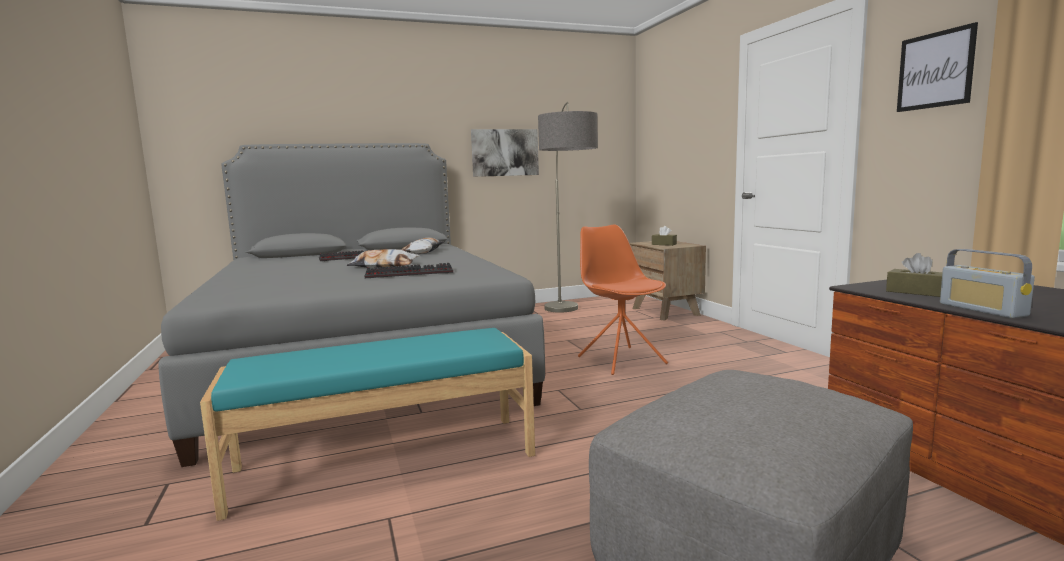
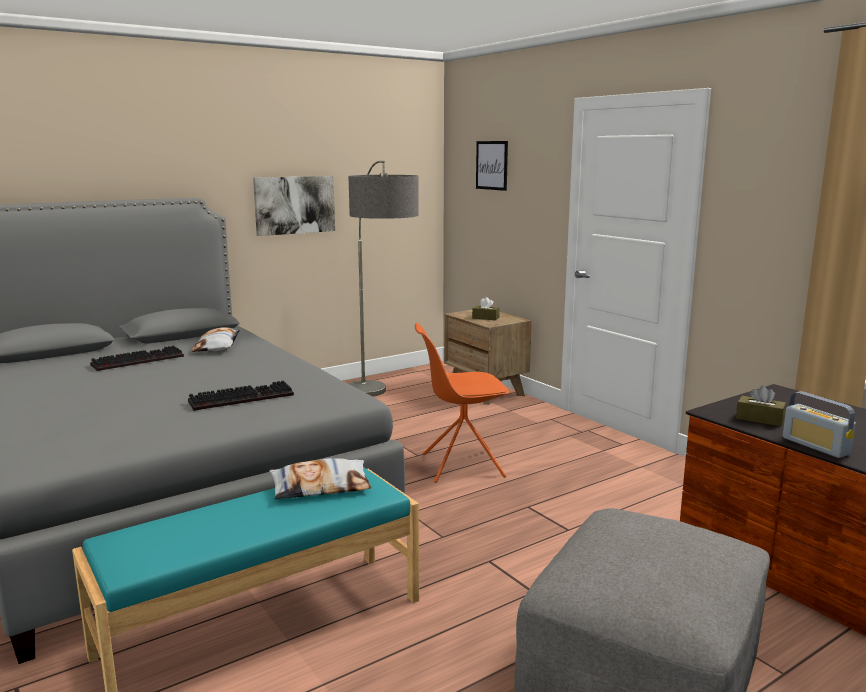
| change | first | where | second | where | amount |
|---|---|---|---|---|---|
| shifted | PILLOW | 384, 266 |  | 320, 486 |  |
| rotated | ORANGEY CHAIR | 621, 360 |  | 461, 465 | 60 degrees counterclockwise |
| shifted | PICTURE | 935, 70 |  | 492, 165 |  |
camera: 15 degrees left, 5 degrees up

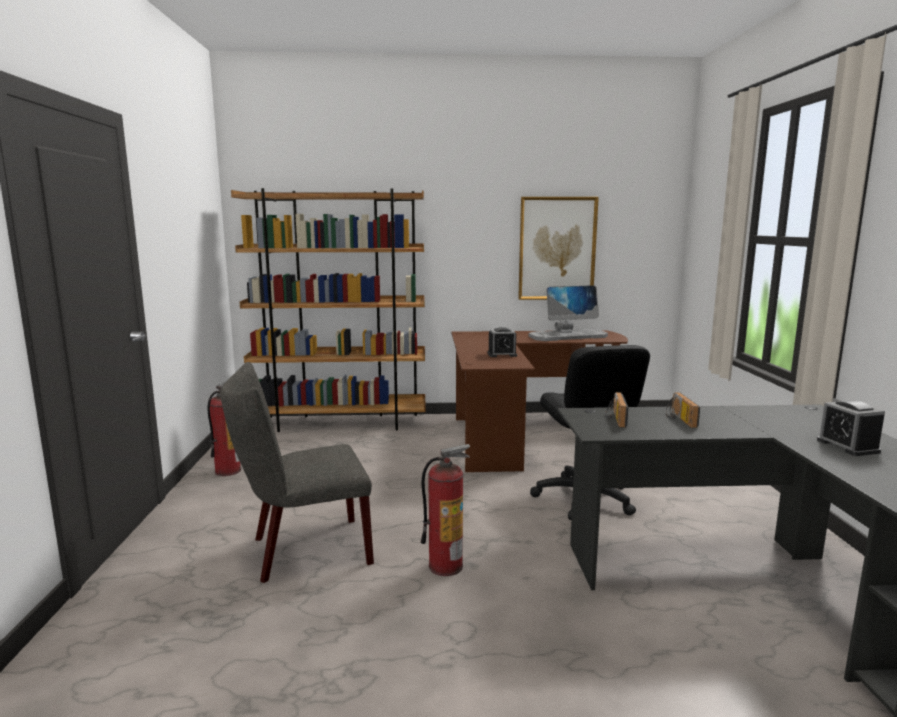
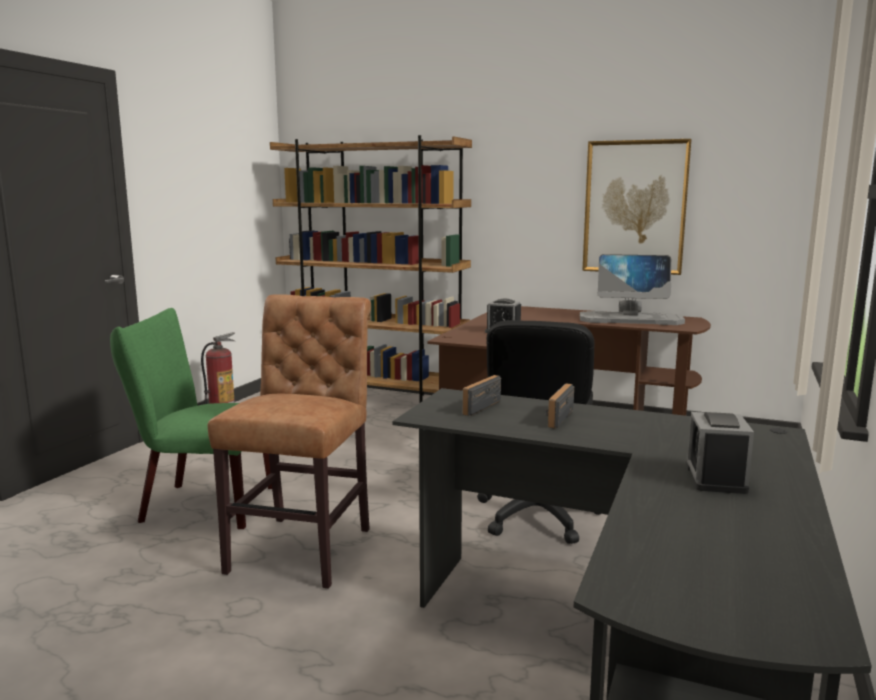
| change | first | where | second | where | amount |
|---|---|---|---|---|---|
| repainted | GREY CHAIR | 303, 551 | GREEN CHAIR | 200, 504 |  |
| swapped | FIRE EXTINGUISHER | 446, 566 | BROWN-COLOURED CHAIR | 305, 547 |  |
camera: 25 degrees right, 0 degrees up

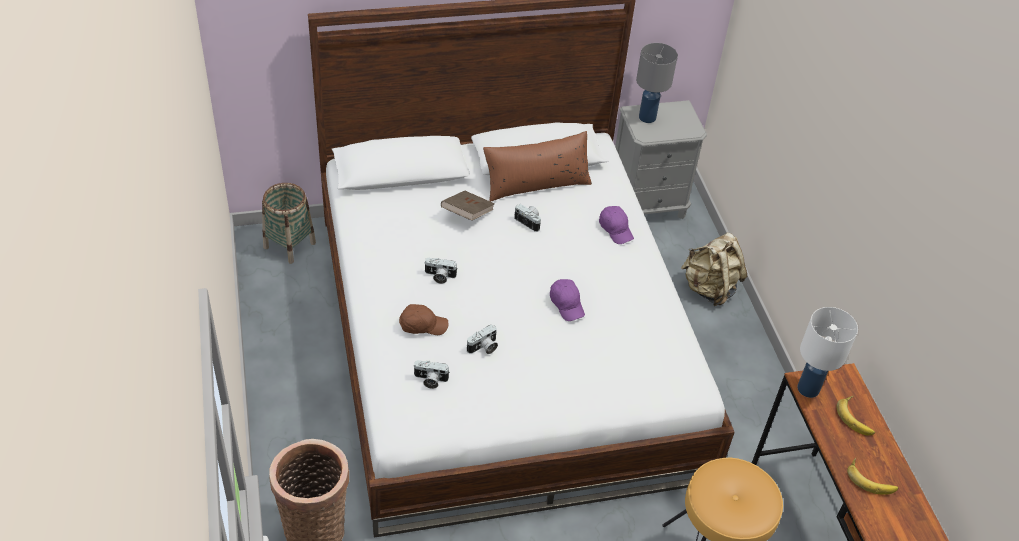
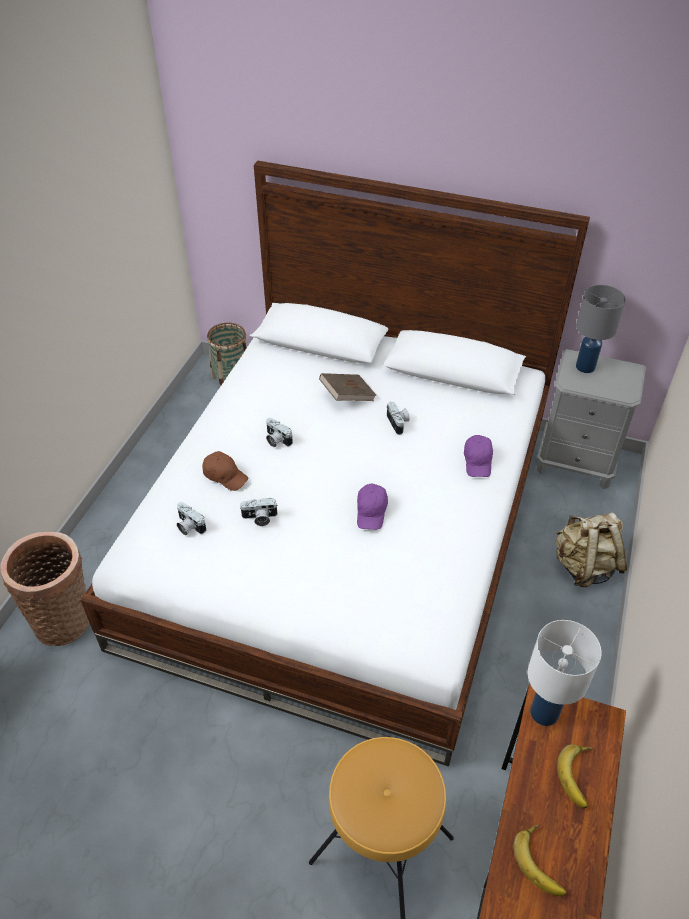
| change | first | where | second | where | amount |
|---|---|---|---|---|---|
| gone | BROWN-COLOURED PILLOW | 536, 184 |  |  |  |
camera: 35 degrees right, 0 degrees up

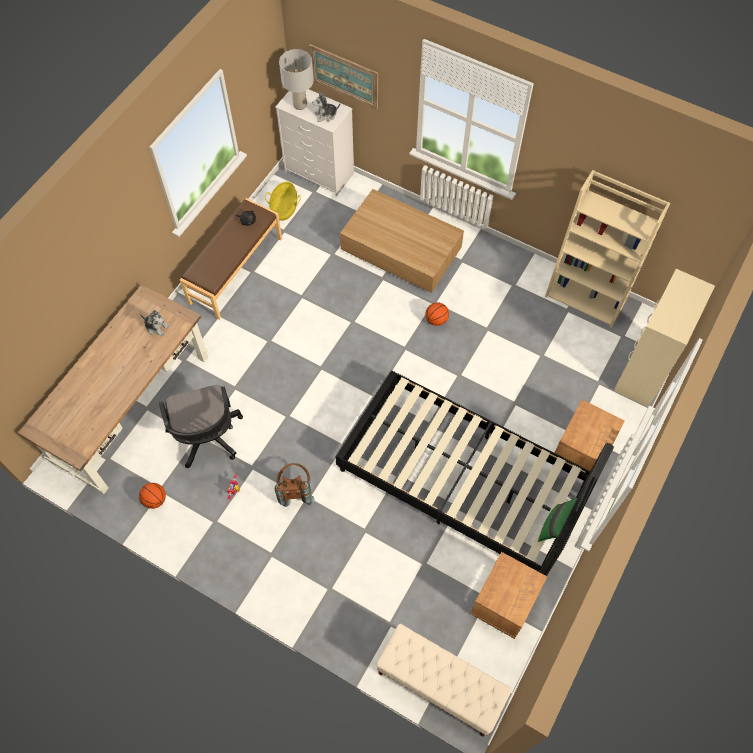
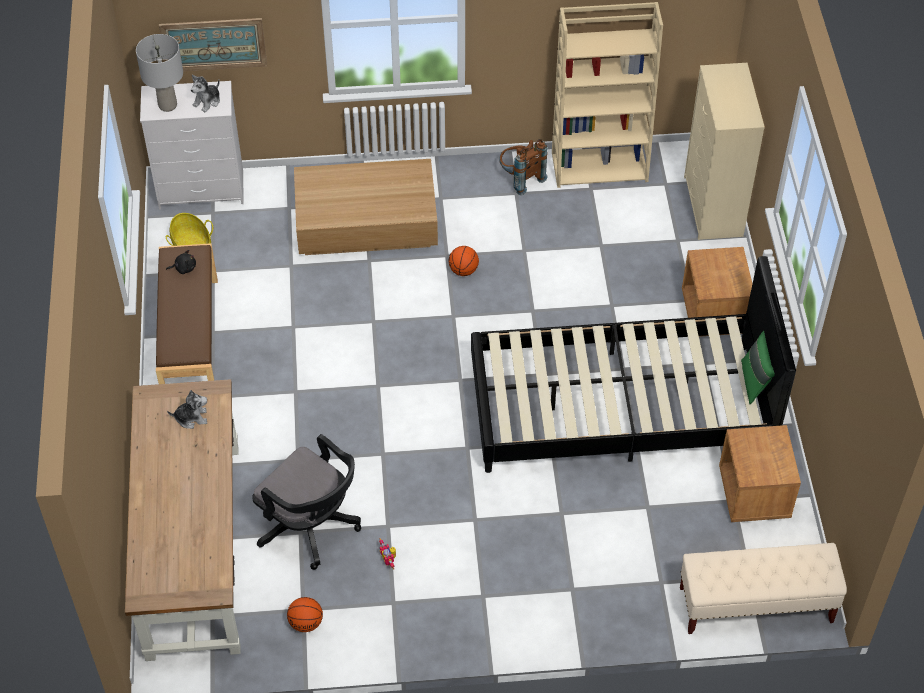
| change | first | where | second | where | amount |
|---|---|---|---|---|---|
| shifted | BROWN-COLOURED RUCKSACK | 295, 490 |  | 520, 178 |  |
camera: 35 degrees left, 10 degrees down

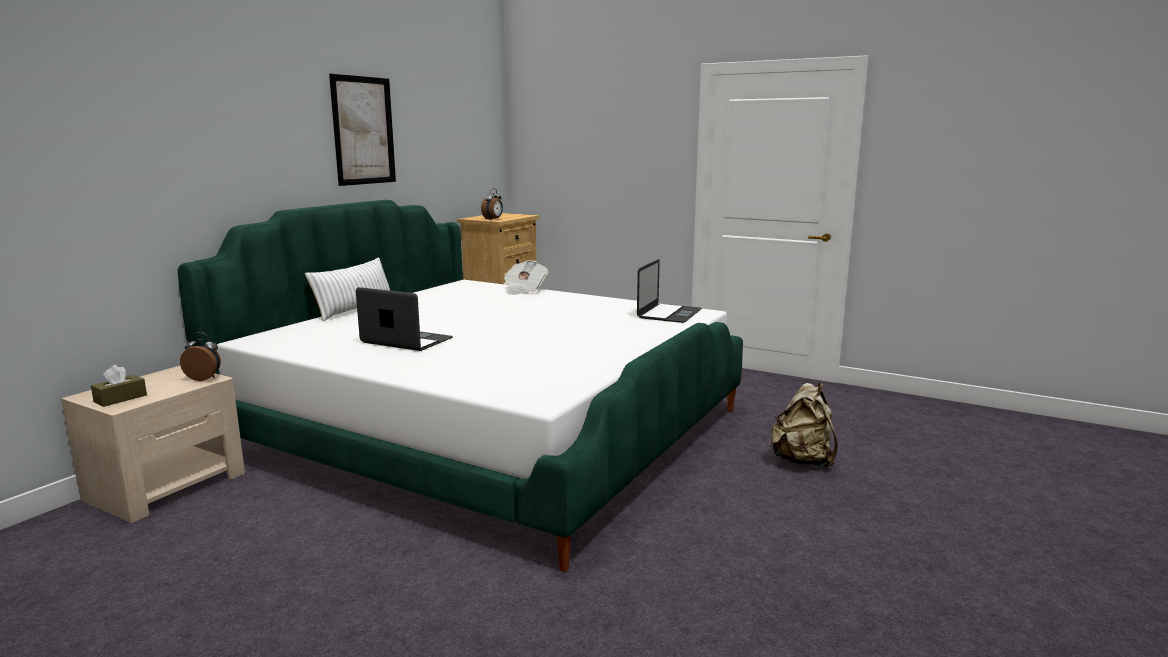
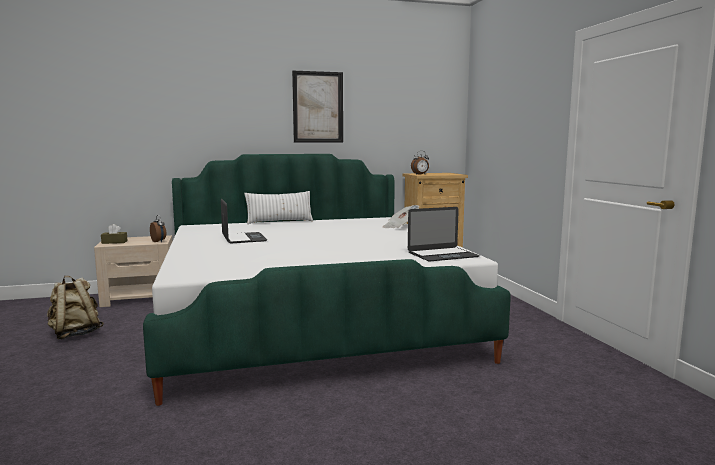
| change | first | where | second | where | amount |
|---|---|---|---|---|---|
| shifted | BEIGE-COLOURED RUCKSACK | 803, 461 |  | 75, 334 |  |
camera: 45 degrees right, 5 degrees down

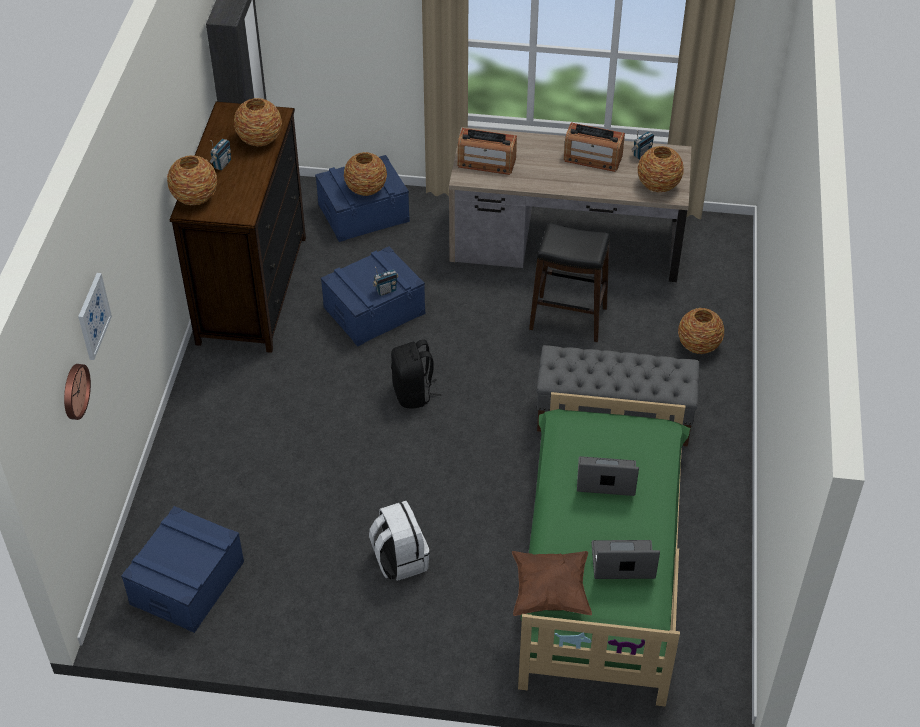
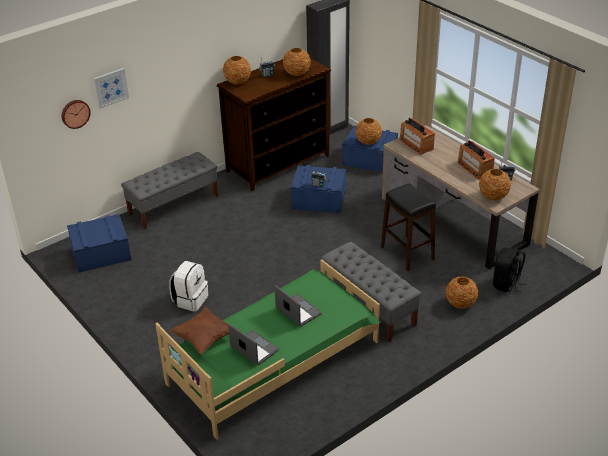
| change | first | where | second | where | amount |
|---|---|---|---|---|---|
| new |  |  | GREY INDOOR BENCH | 173, 205 |  |
| shifted | BLACK-COLOURED RUCKSACK | 413, 393 |  | 506, 284 |  |
camera: 45 degrees right, 10 degrees down

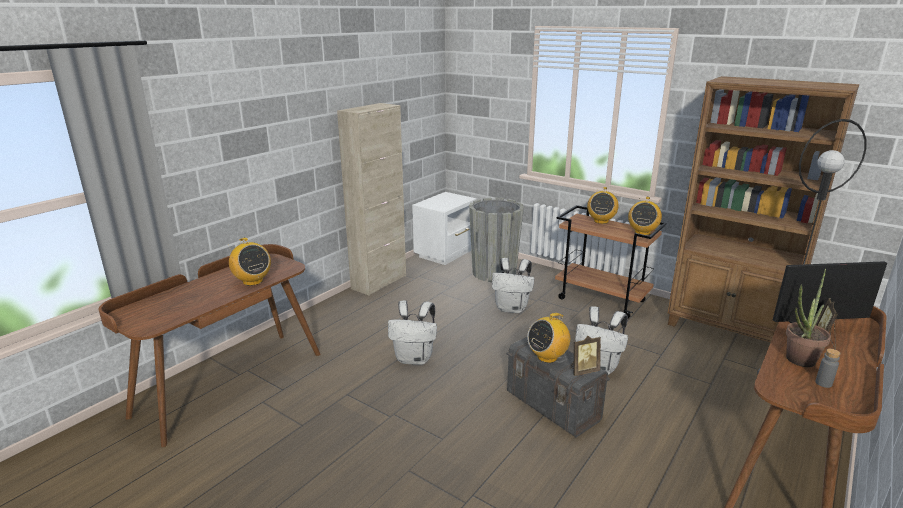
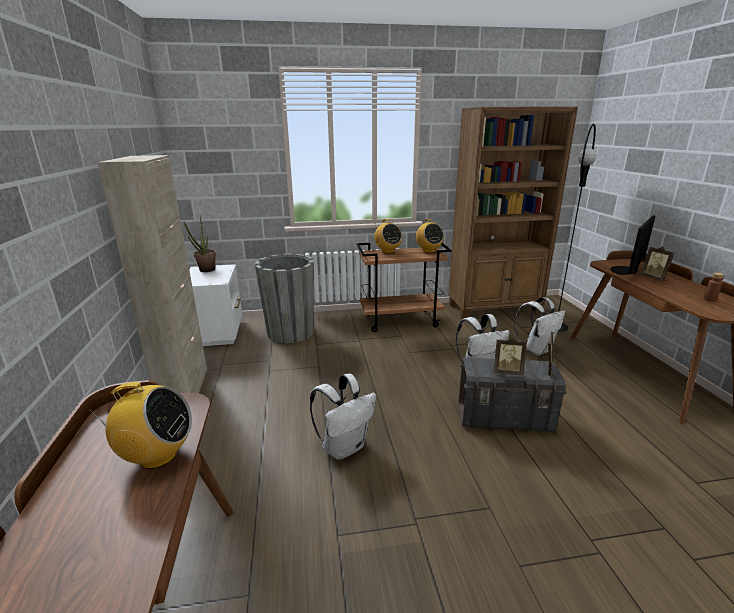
| change | first | where | second | where | amount |
|---|---|---|---|---|---|
| shifted | POTTED PLANT | 797, 362 |  | 205, 271 |  |
| swapped | RADIO SET | 547, 357 | PICTURE FRAME | 507, 372 |  |
| shifted | WHITISH RUCKSACK | 512, 308 |  | 536, 349 |  |
| repainted | GREY DRINK BOTTLE | 823, 383 | BROWN-COLOURED DRINK BOTTLE | 709, 300 |  |
camera: 45 degrees left, 0 degrees up

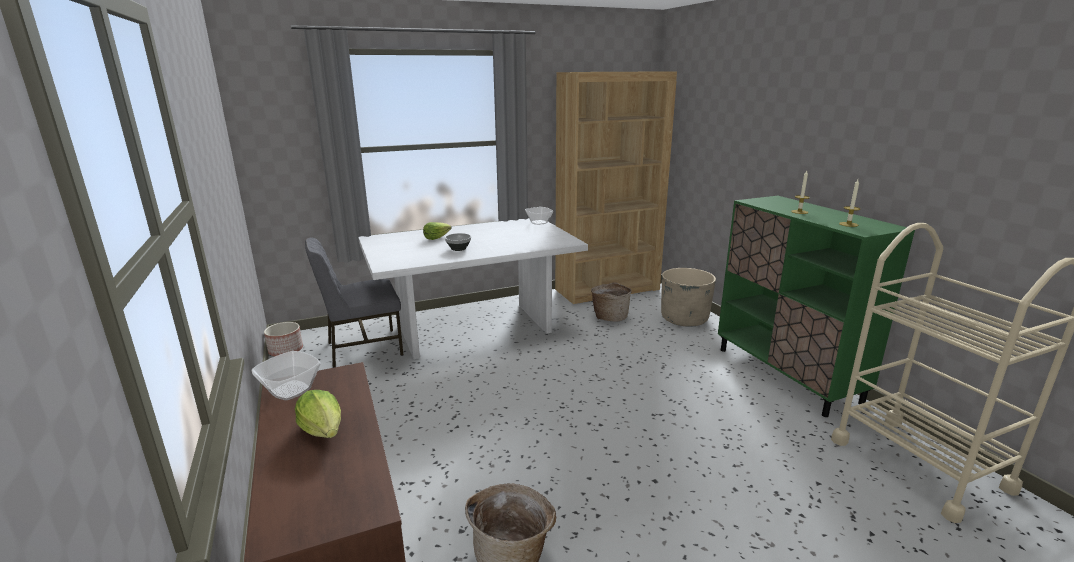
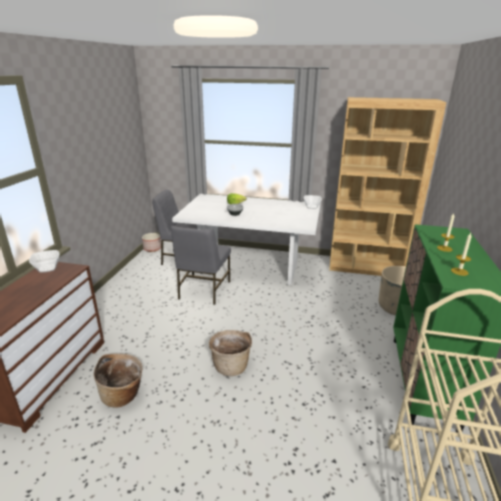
| change | first | where | second | where | amount |
|---|---|---|---|---|---|
| new |  |  | GREY CHAIR | 203, 290 |  |
| shifted | BASKET | 610, 317 |  | 231, 365 |  |
| gone | HEAD OF LETTUCE | 323, 430 |  |  |  |
camera: 35 degrees right, 5 degrees up

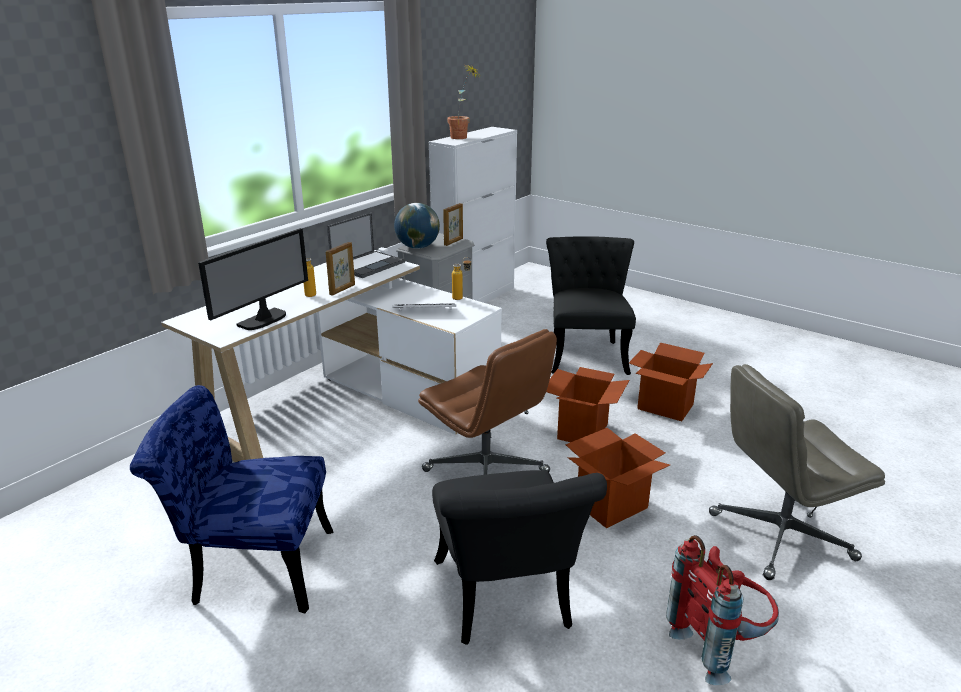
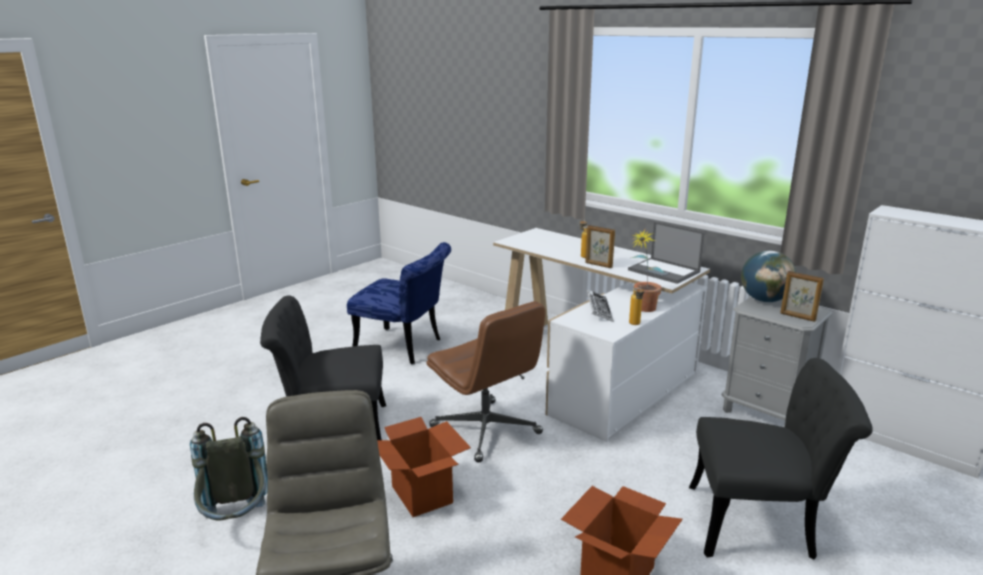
| change | first | where | second | where | amount |
|---|---|---|---|---|---|
| repainted | REDDISH RUCKSACK | 719, 645 | GREY RUCKSACK | 236, 523 |  |
| rotated | BLUE-COLOURED CHAIR | 252, 567 |  | 405, 348 | 105 degrees clockwise |
| rotated | BROWN-COLOURED COMPUTER CHAIR | 487, 472 |  | 486, 430 | 90 degrees counterclockwise |
| shifted | POTTED PLANT | 463, 138 |  | 642, 310 |  |
| gone | COMPUTER SCREEN | 264, 320 |  |  |  |
| gone | PACKING BOX | 582, 431 |  |  |  |
camera: 95 degrees right, 5 degrees down

